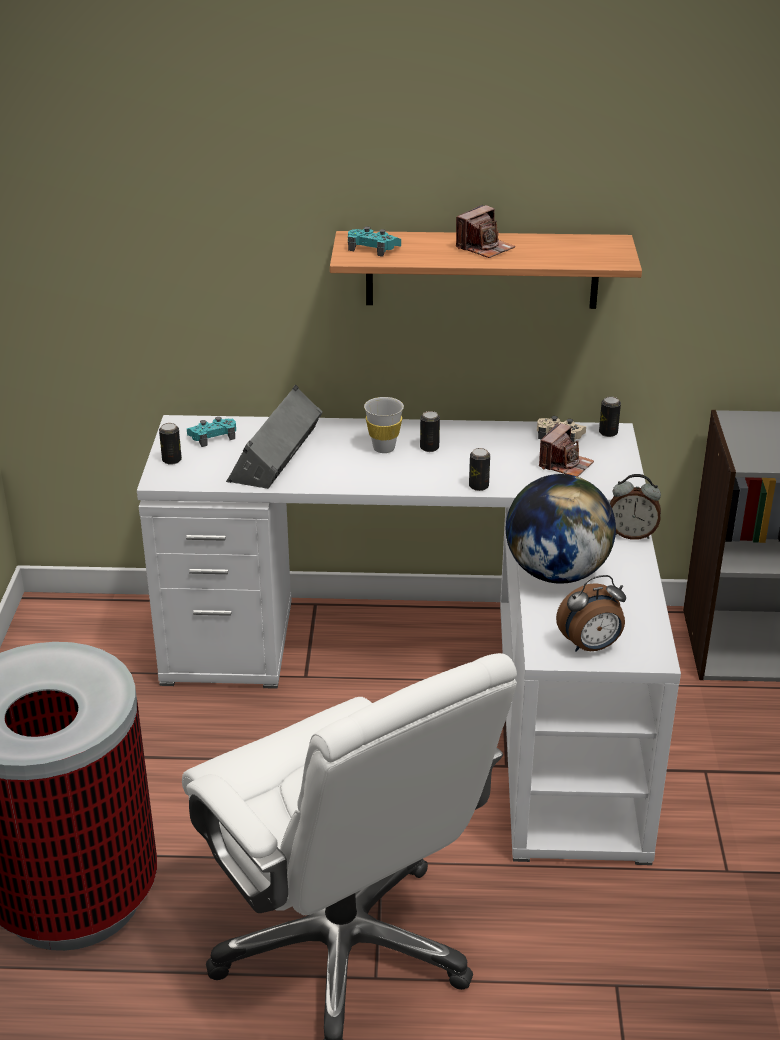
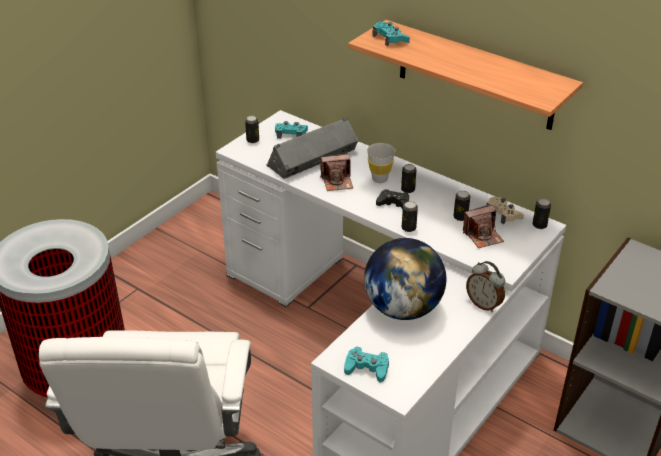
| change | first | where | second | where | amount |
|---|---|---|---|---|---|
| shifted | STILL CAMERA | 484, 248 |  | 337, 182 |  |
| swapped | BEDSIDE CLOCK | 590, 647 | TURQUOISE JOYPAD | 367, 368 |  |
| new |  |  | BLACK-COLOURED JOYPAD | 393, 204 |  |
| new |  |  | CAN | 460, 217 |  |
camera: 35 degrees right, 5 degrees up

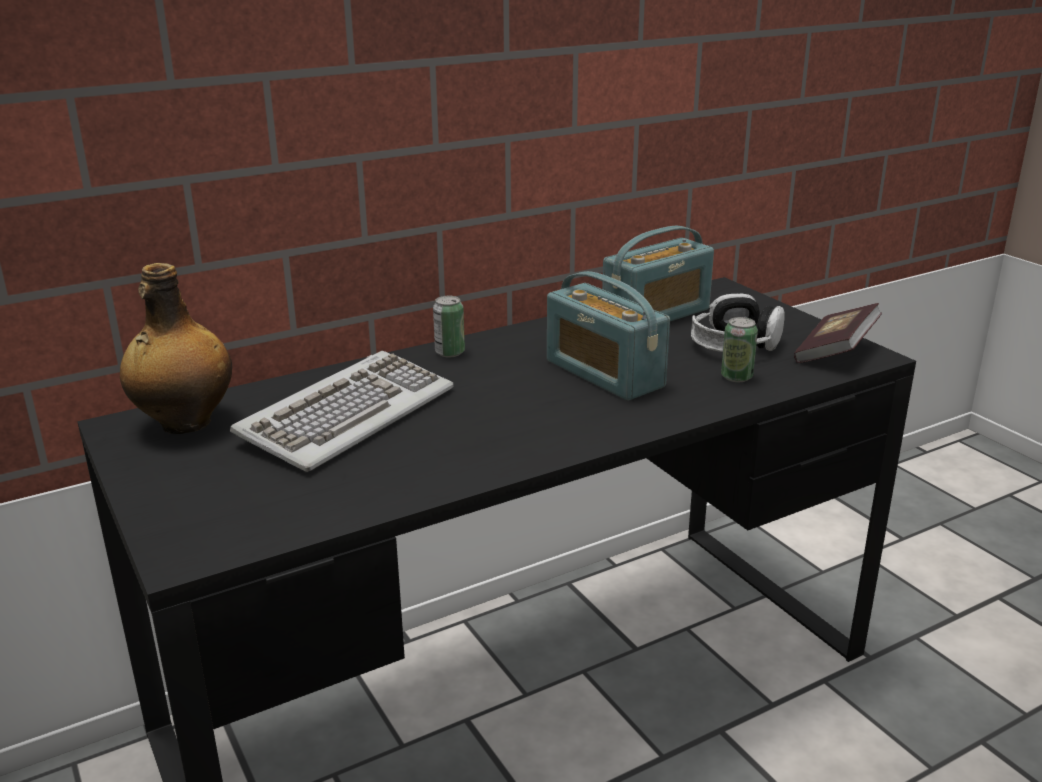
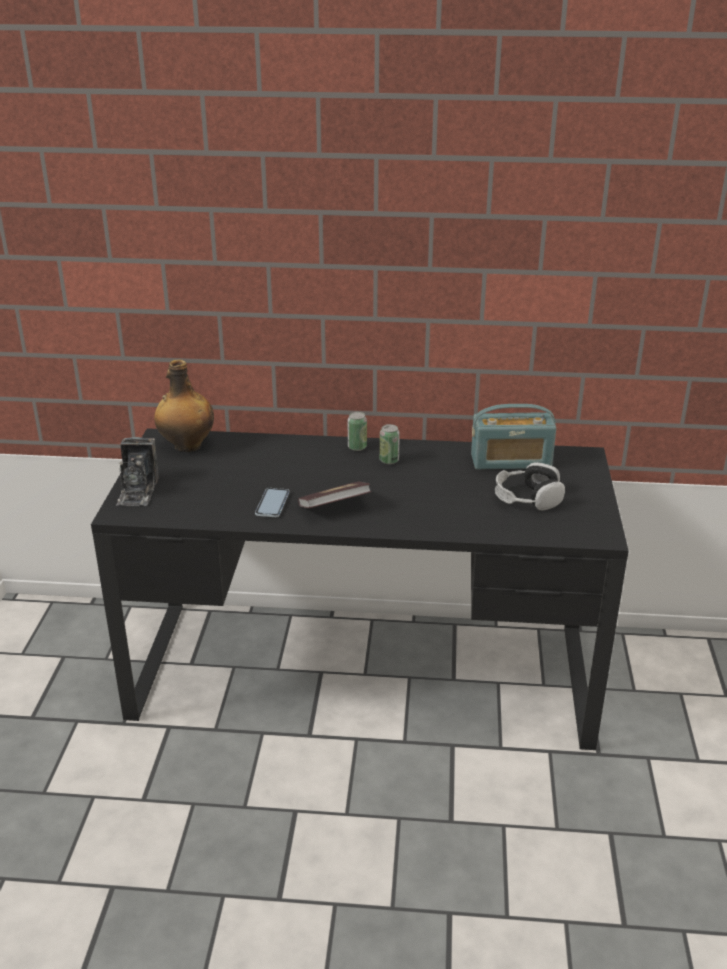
| change | first | where | second | where | amount |
|---|---|---|---|---|---|
| new |  |  | STILL CAMERA | 138, 491 |  |
| new |  |  | TELEPHONE | 272, 504 |  |
| shifted | BOUND BOOK | 835, 352 |  | 334, 507 |  |
| shifted | CAN | 736, 377 |  | 389, 460 |  |
| gone | KEYBOARD | 347, 415 |  |  |  |
| gone | RADIO SET | 604, 374 |  |  |  |
camera: 35 degrees right, 5 degrees up

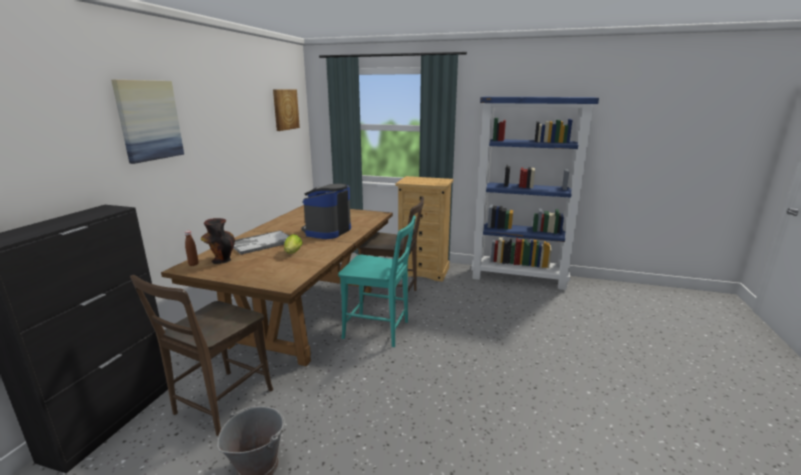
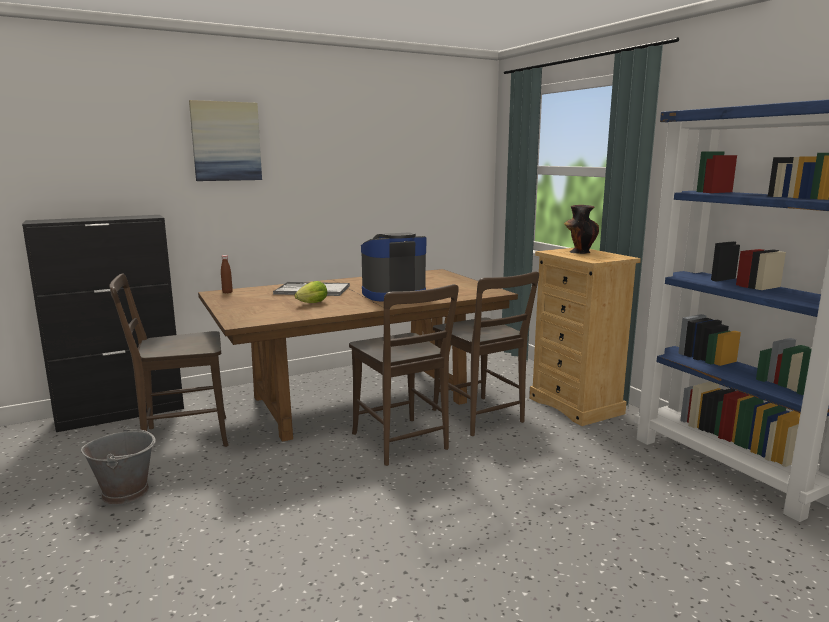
| change | first | where | second | where | amount |
|---|---|---|---|---|---|
| repainted | TURQUOISE CHAIR | 380, 330 | BROWN-COLOURED CHAIR | 402, 443 |  |
| shifted | FLOWER VASE | 221, 260 |  | 579, 252 |  |
| gone | PICTURE | 285, 109 |  |  |  |
camera: 45 degrees right, 5 degrees down

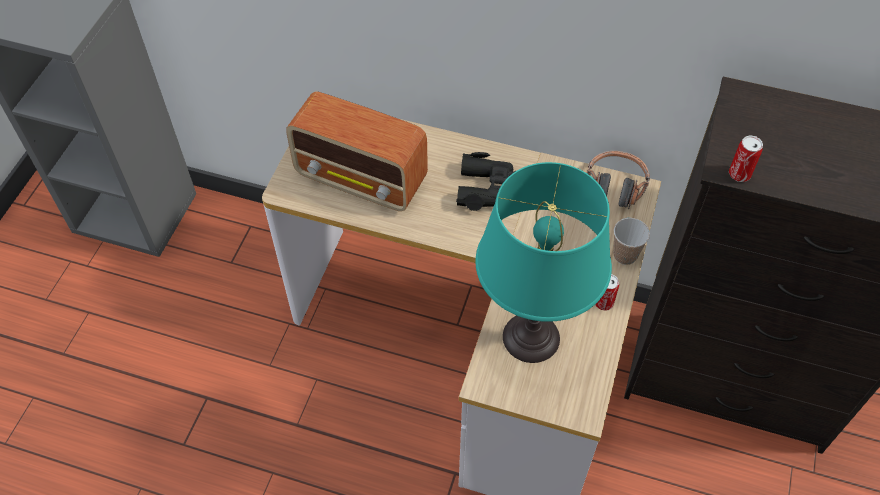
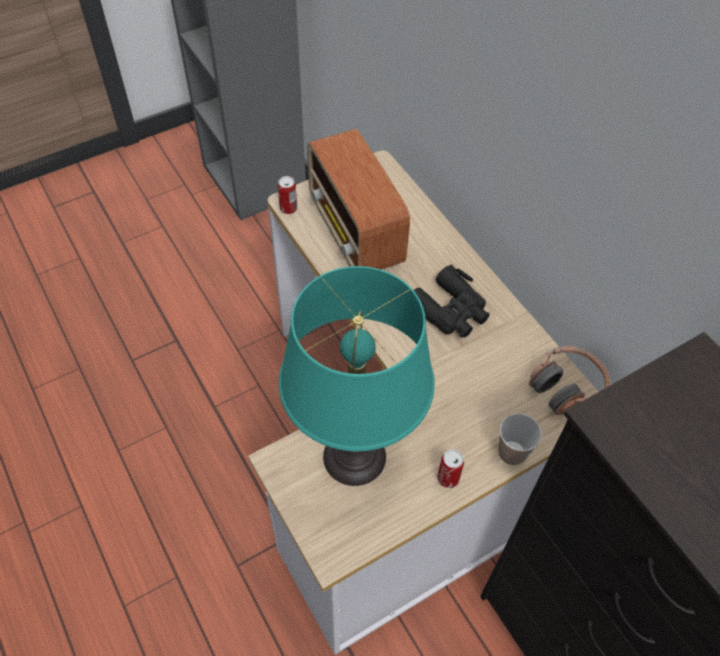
| change | first | where | second | where | amount |
|---|---|---|---|---|---|
| shifted | CAN | 739, 174 |  | 288, 208 |  |
camera: 40 degrees right, 0 degrees up

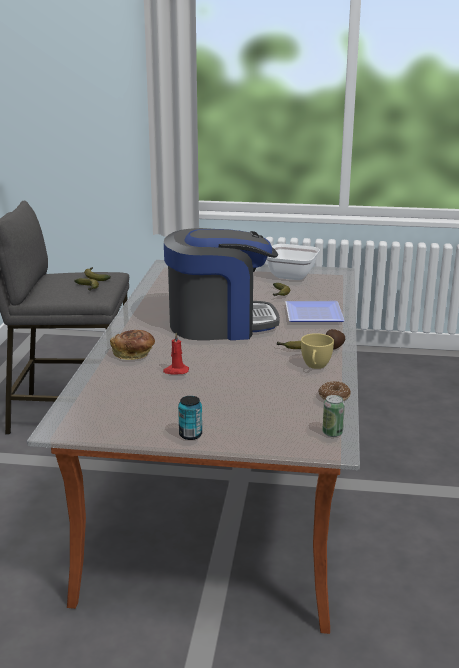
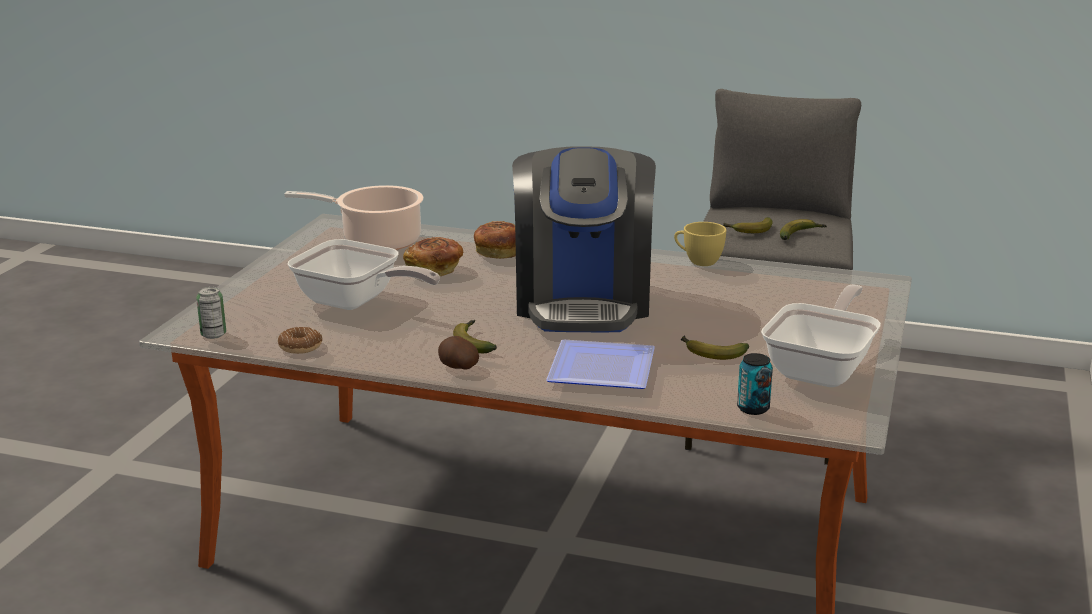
| change | first | where | second | where | amount |
|---|---|---|---|---|---|
| new |  |  | STOCKPOT | 376, 241 |  |
| new |  |  | SKILLET | 355, 302 |  |
| swapped | REDDISH WAX CANDLE | 176, 371 | BREAD | 434, 270 |  |
| shifted | YELLOW DRINKING CUP | 315, 366 |  | 698, 261 |  |
| shifted | CAN | 190, 435 |  | 753, 408 |  |
camera: 100 degrees right, 0 degrees up

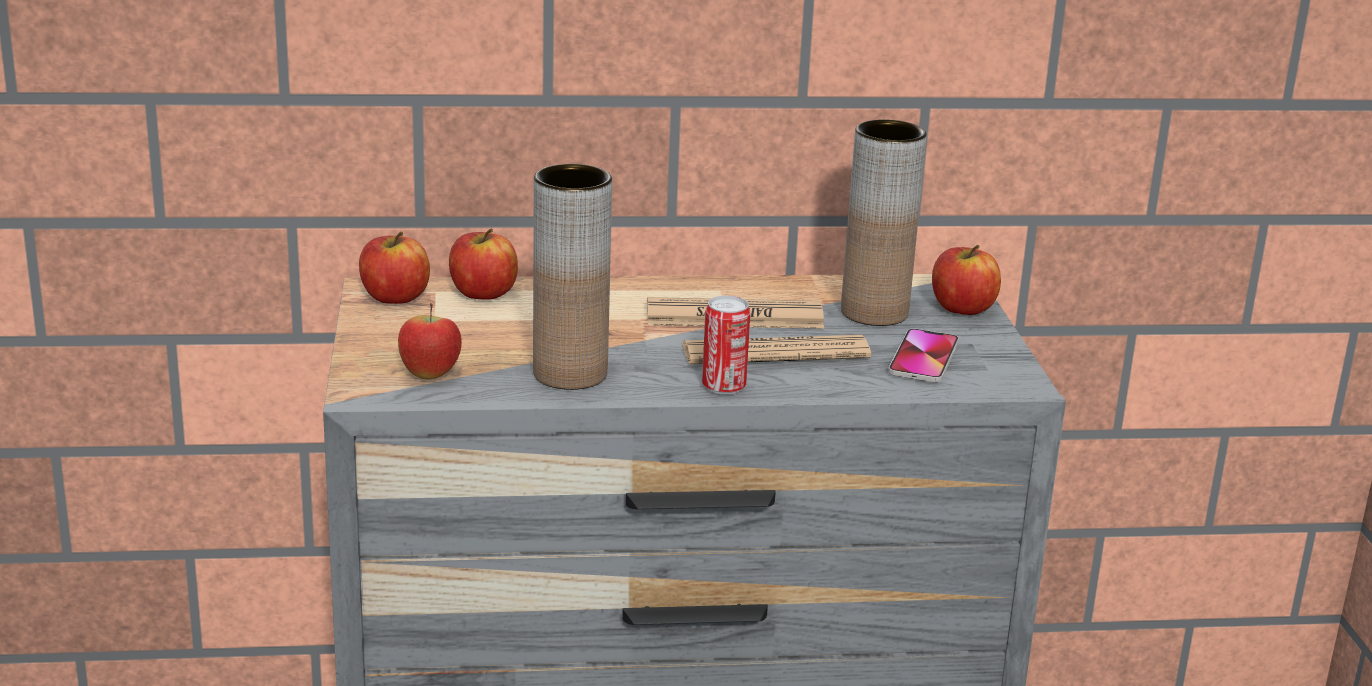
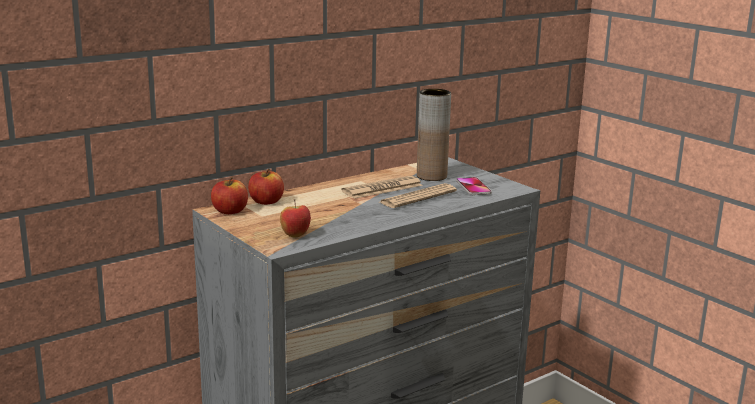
| change | first | where | second | where | amount |
|---|---|---|---|---|---|
| gone | BROWN-COLOURED FLOWER VASE | 570, 374 |  |  |  |
| gone | CAN | 723, 387 |  |  |  |
| gone | APPLE FRUIT | 962, 308 |  |  |  |
camera: 30 degrees left, 5 degrees down

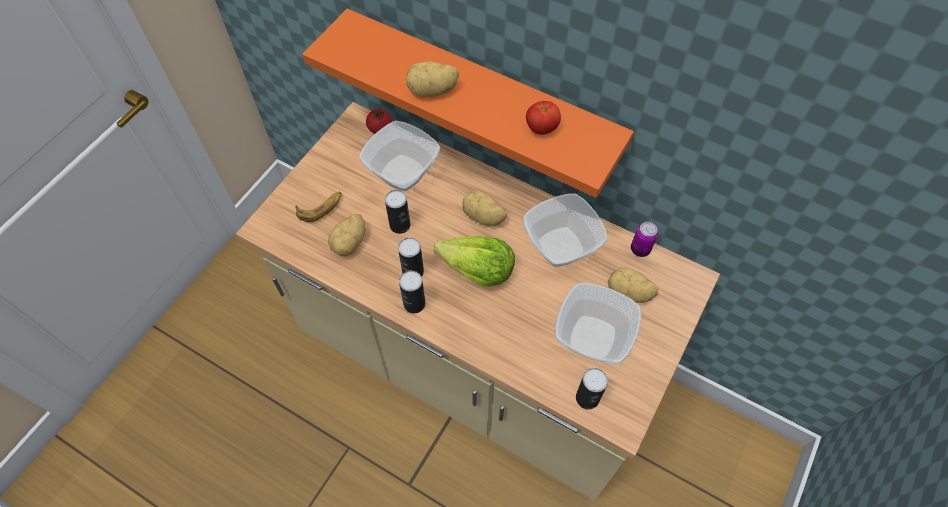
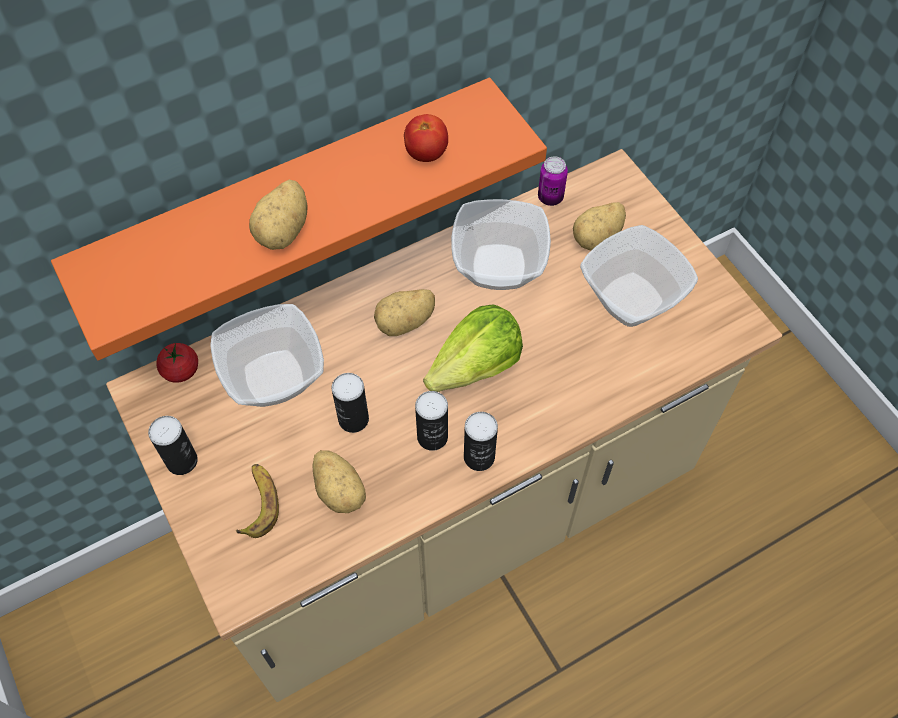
| change | first | where | second | where | amount |
|---|---|---|---|---|---|
| shifted | CAN | 587, 398 |  | 182, 461 |  |
camera: 60 degrees left, 0 degrees up

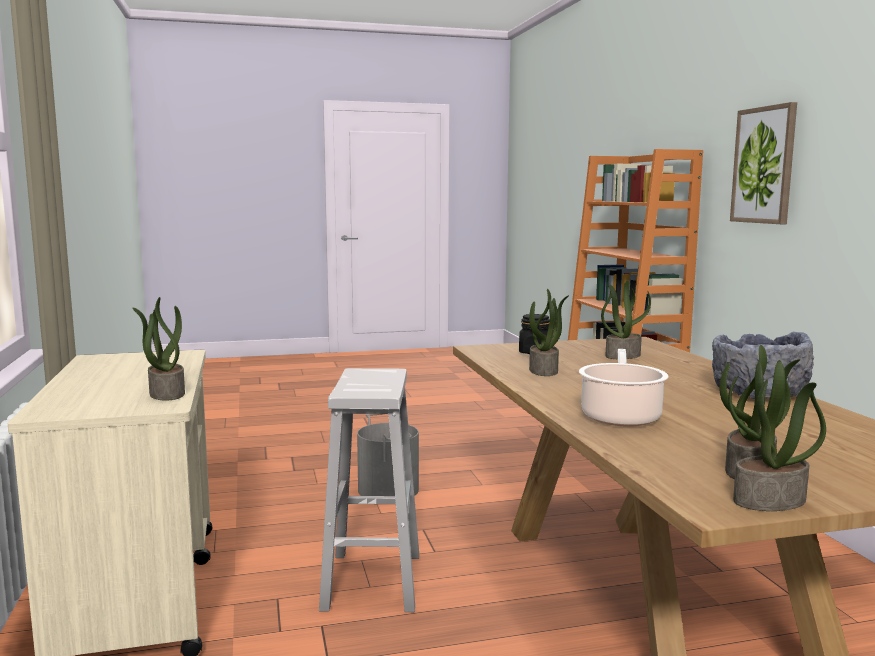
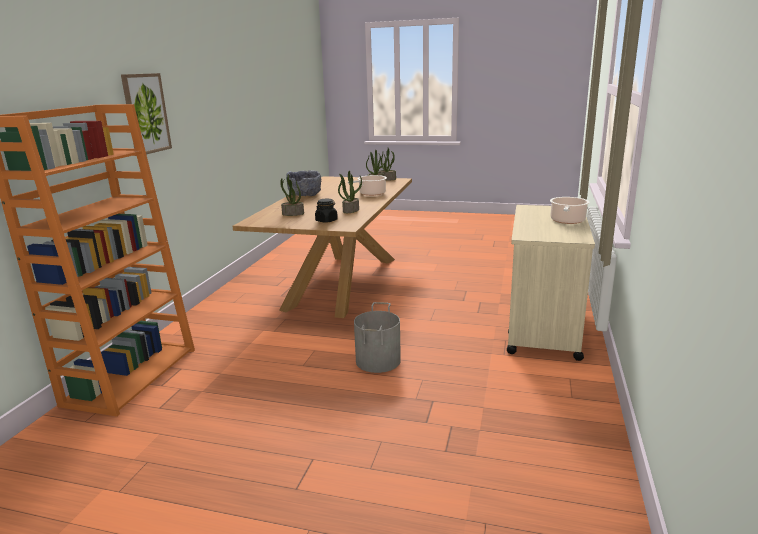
| change | first | where | second | where | amount |
|---|---|---|---|---|---|
| new |  |  | STOCKPOT | 567, 221 |  |
| gone | POTTED PLANT | 166, 393 |  |  |  |
| gone | WHITISH SITTING STOOL | 372, 580 |  |  |  |
camera: 150 degrees left, 10 degrees up

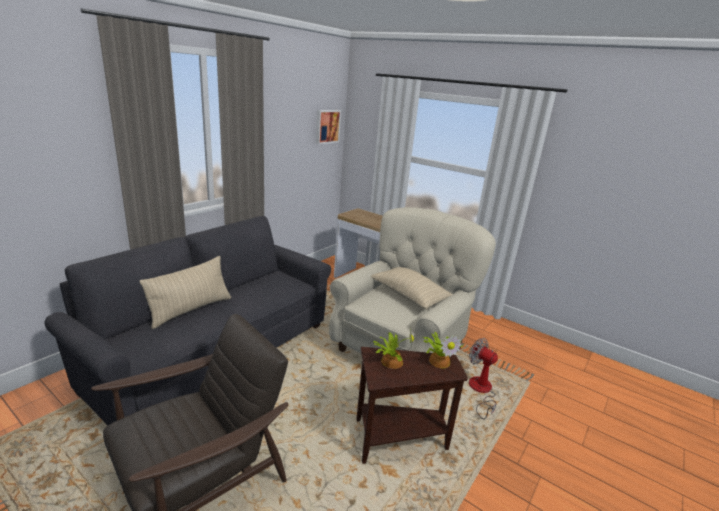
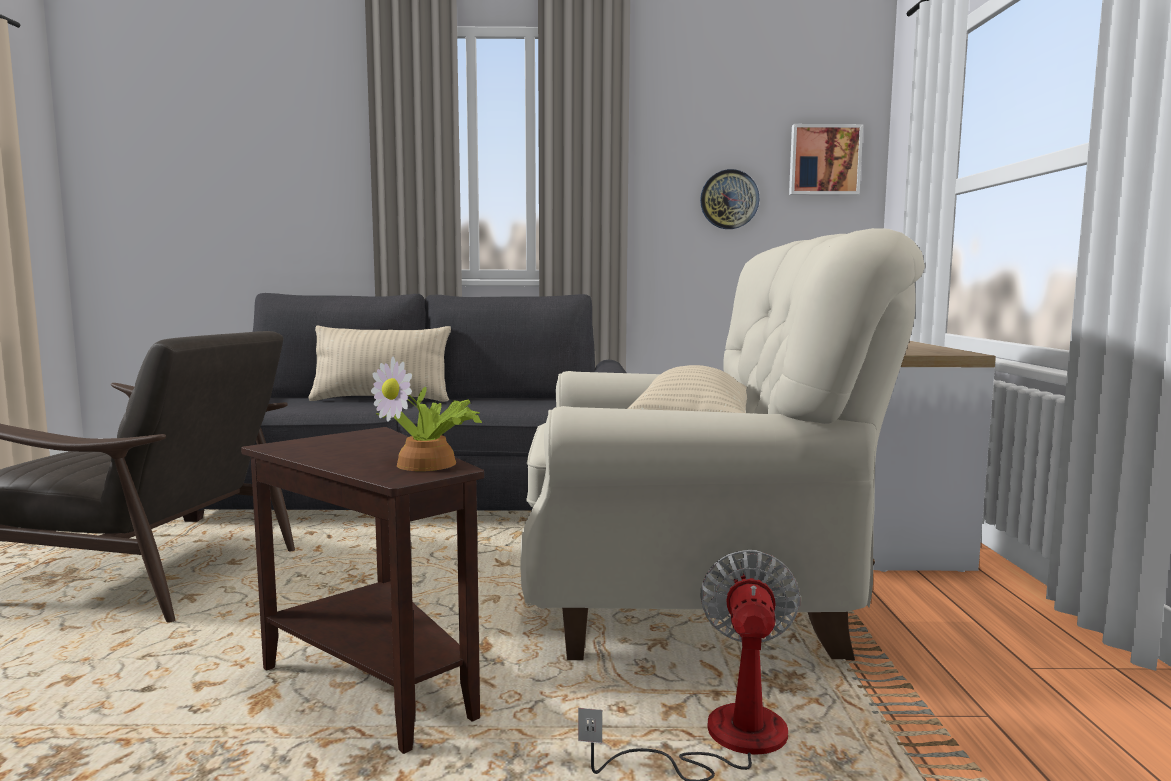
| change | first | where | second | where | amount |
|---|---|---|---|---|---|
| new |  |  | HANGING CLOCK | 729, 199 |  |
| gone | POTTED PLANT | 390, 361 |  |  |  |
camera: 55 degrees right, 15 degrees down

